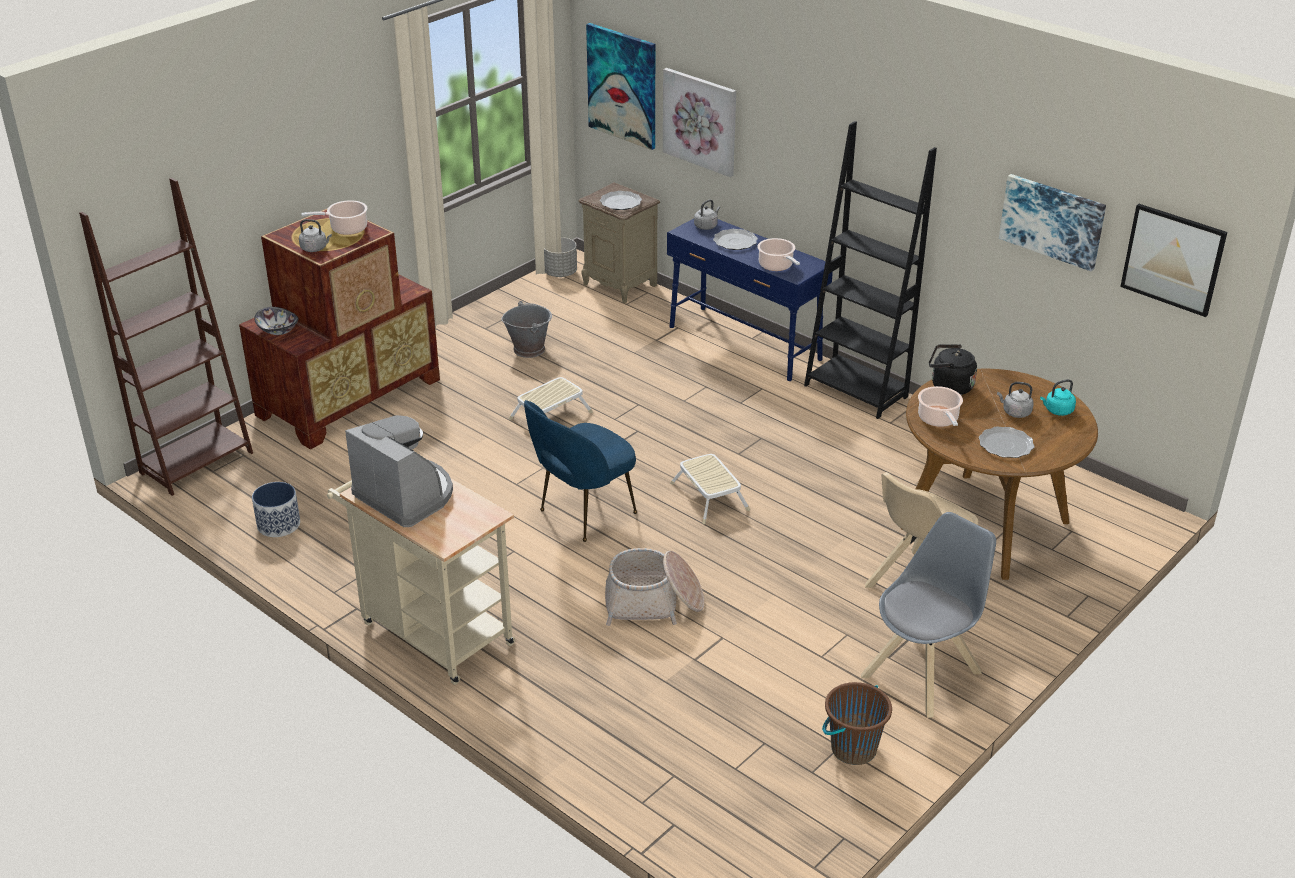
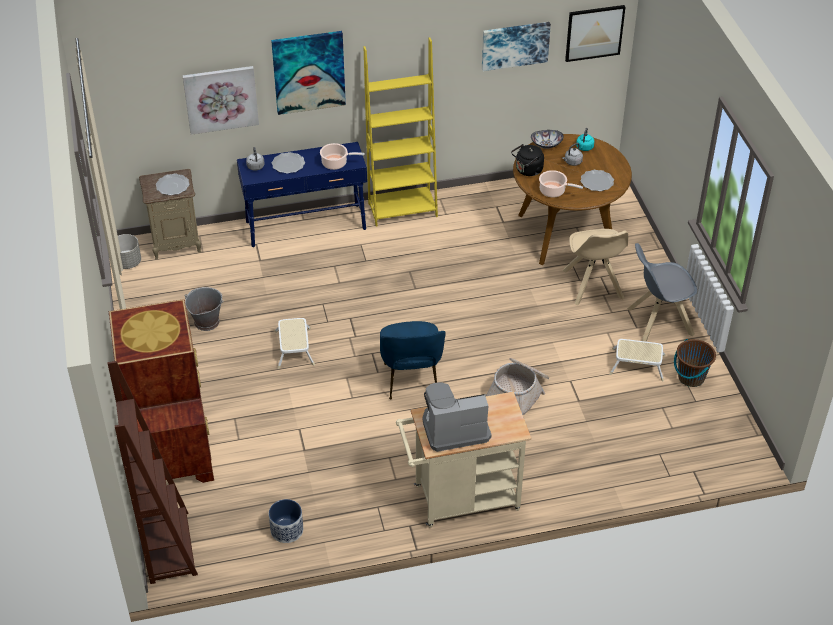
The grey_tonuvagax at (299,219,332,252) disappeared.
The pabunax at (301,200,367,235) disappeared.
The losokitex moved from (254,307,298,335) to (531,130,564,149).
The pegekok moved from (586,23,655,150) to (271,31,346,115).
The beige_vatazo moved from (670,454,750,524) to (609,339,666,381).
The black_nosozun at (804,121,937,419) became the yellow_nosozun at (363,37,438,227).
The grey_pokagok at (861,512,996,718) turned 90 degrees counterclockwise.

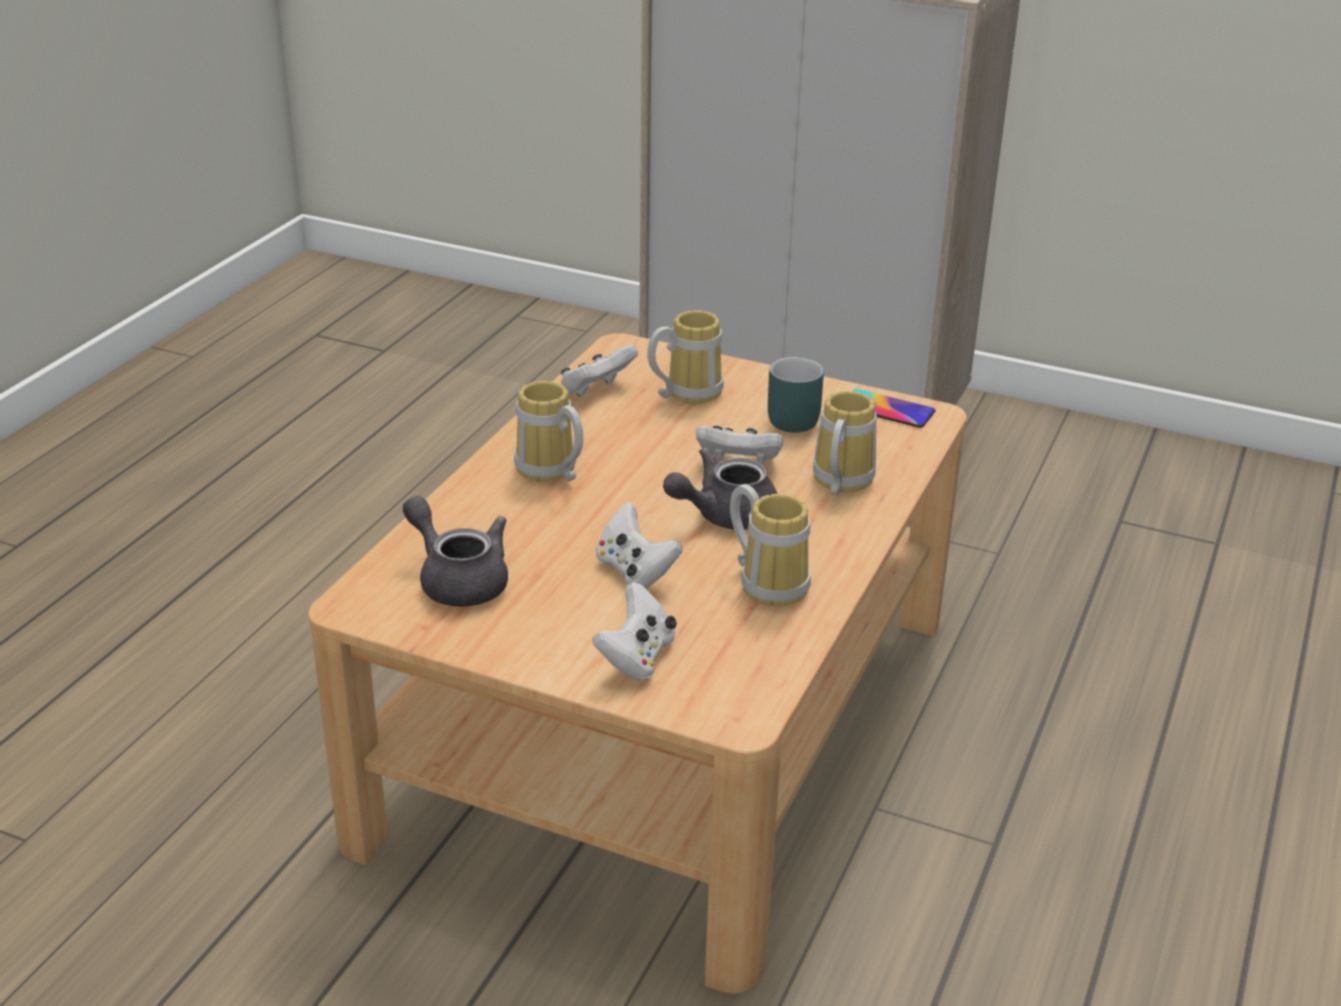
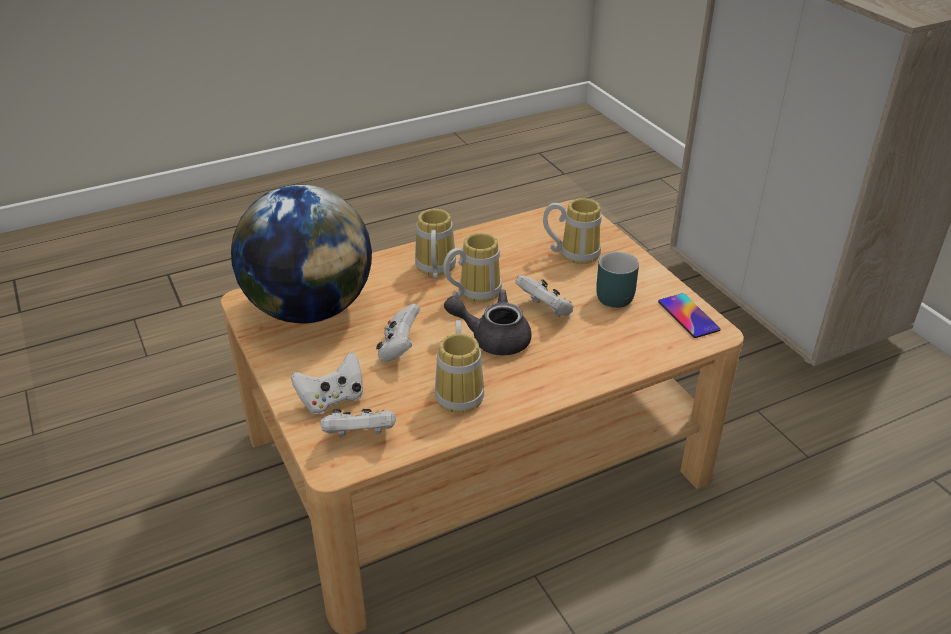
The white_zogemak moved from (561,344,638,396) to (320,409,396,438).
The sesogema moved from (813,391,876,495) to (443,233,502,302).
The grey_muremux at (403,496,508,607) was replaced by the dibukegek at (231,185,372,323).

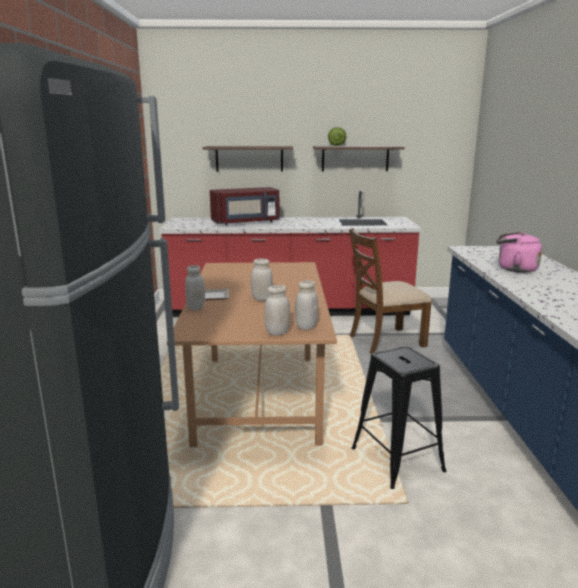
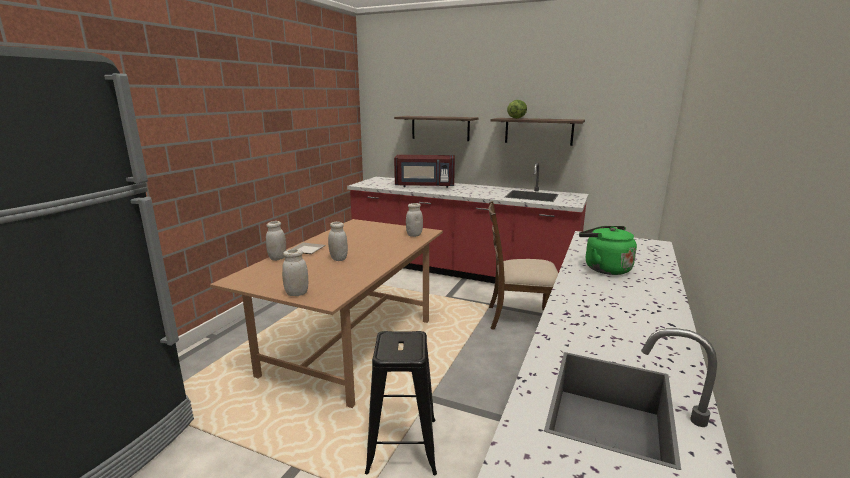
The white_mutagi moved from (295,280,318,330) to (406,203,423,237).
The pink_tonuvagax at (496,232,542,273) became the green_tonuvagax at (579,226,637,275).

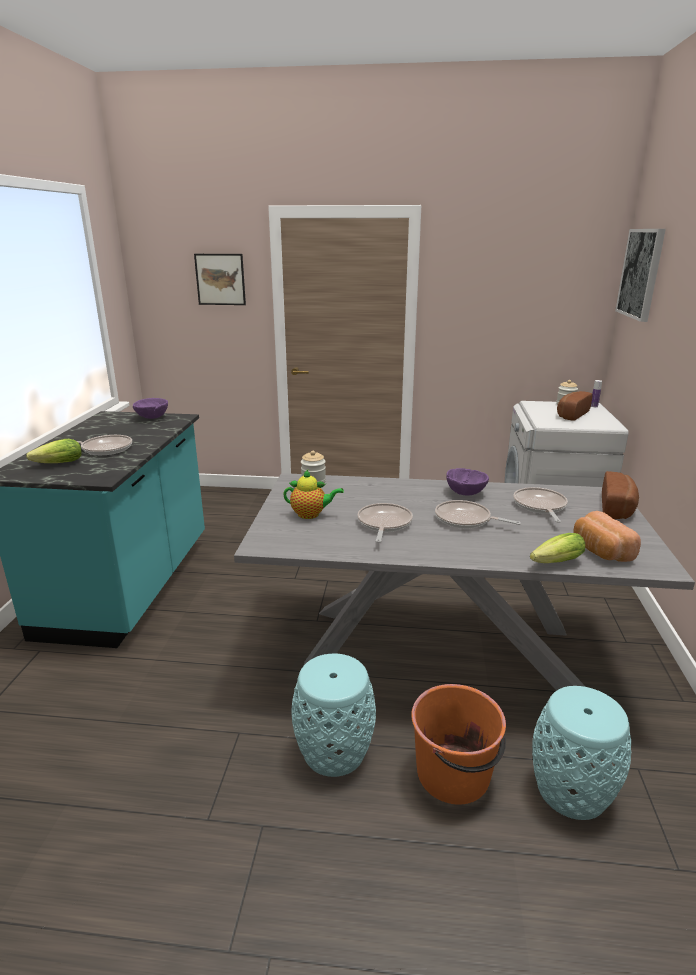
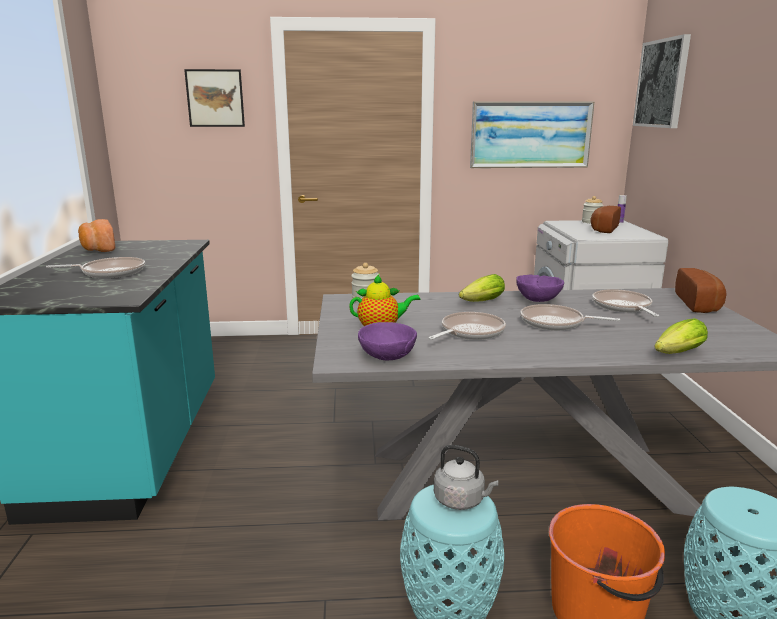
The grey_tonuvagax at (434,445,499,510) appeared.
The pegekok at (470,101,595,168) appeared.
The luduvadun moved from (26,439,82,463) to (459,274,505,302).
The purple_losokitex moved from (133,398,168,419) to (358,322,417,360).
The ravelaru moved from (573,511,641,562) to (78,219,115,252).
The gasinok at (358,503,413,543) turned 45 degrees clockwise.

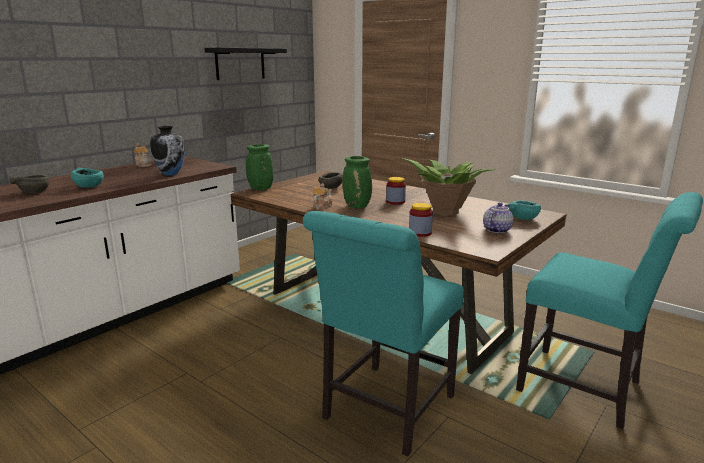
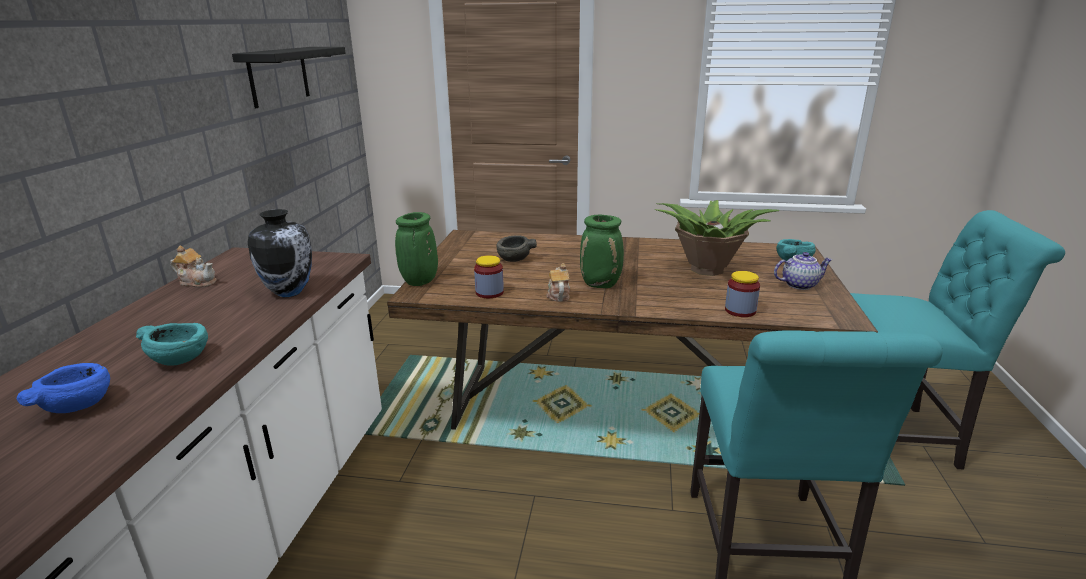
The mutagi moved from (386,177,406,205) to (474,255,504,298).
The grey_losokitex at (9,175,50,193) became the blue_losokitex at (17,363,110,413).
The muremux at (483,202,514,233) turned 75 degrees clockwise.

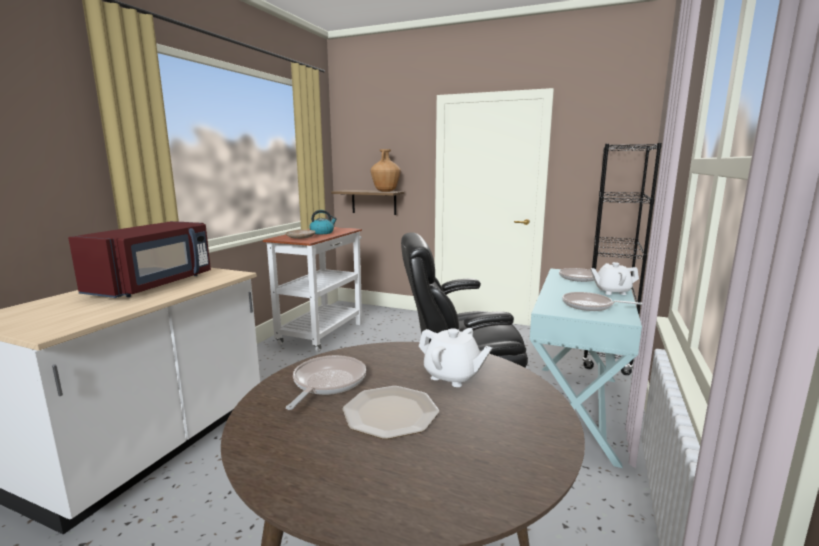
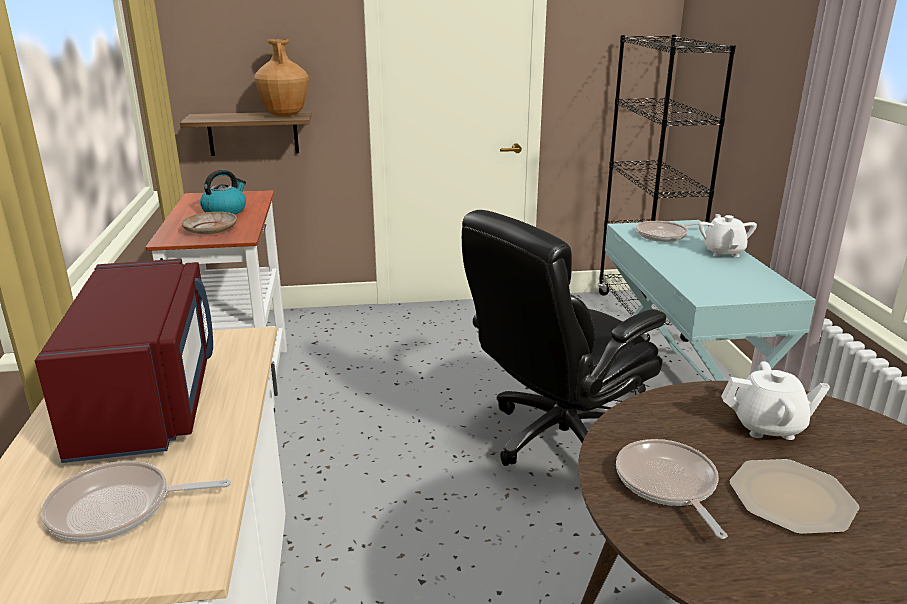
The gasinok moved from (562,292,643,311) to (41,461,231,542).
The white_muremux at (590,262,639,295) turned 120 degrees clockwise.

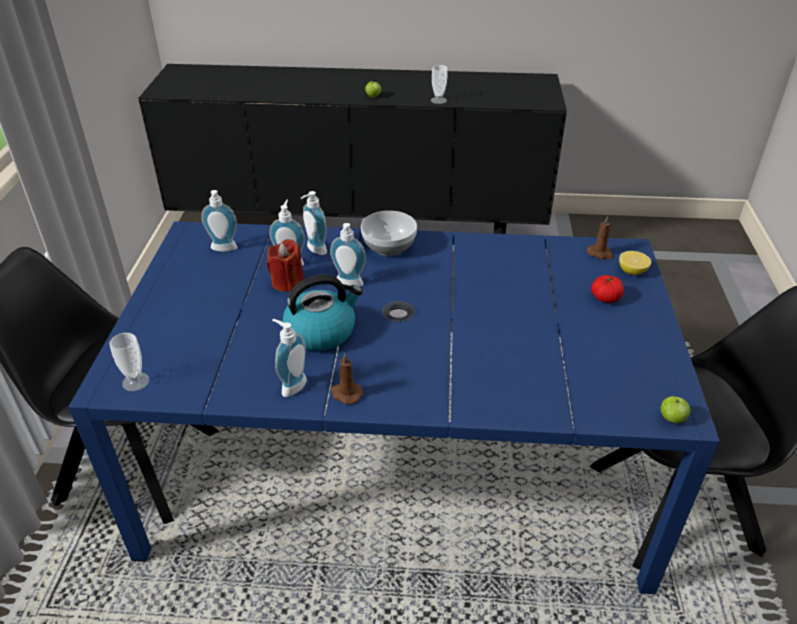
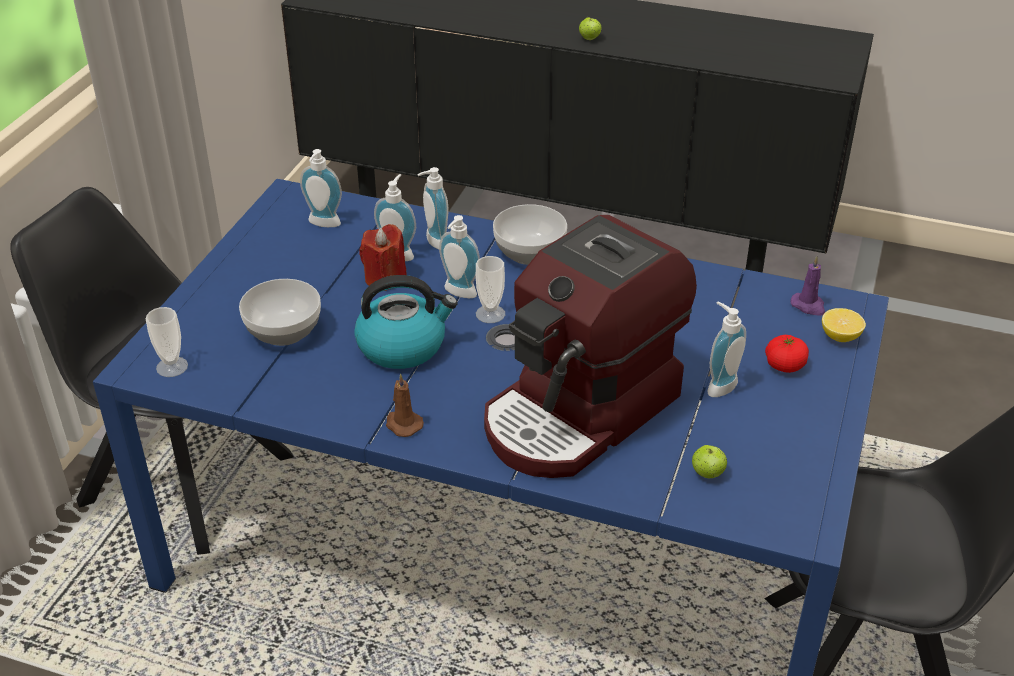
The losokitex at (239,279,321,346) appeared.
The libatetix at (484,215,697,478) appeared.
The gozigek moved from (272,319,307,397) to (707,302,746,397).
The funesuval moved from (431,65,448,104) to (476,256,505,323).
The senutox moved from (661,396,690,423) to (692,445,727,478).
The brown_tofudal at (587,216,614,259) became the purple_tofudal at (790,256,825,316).

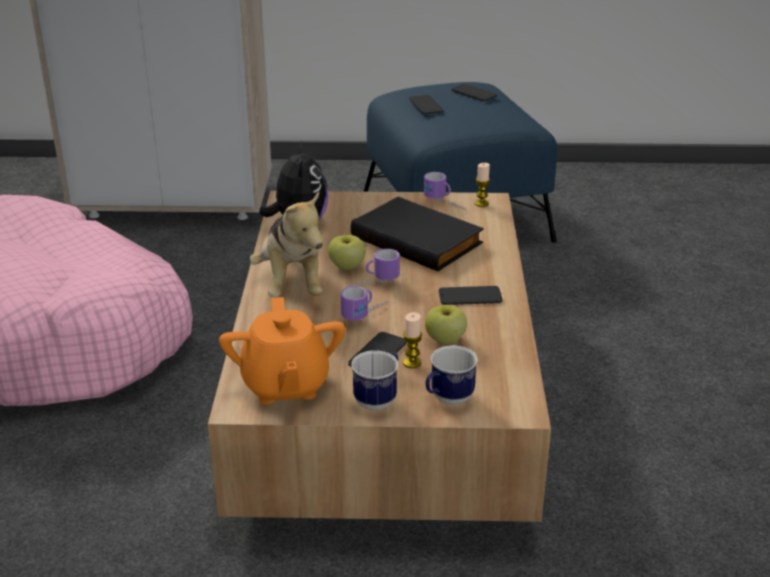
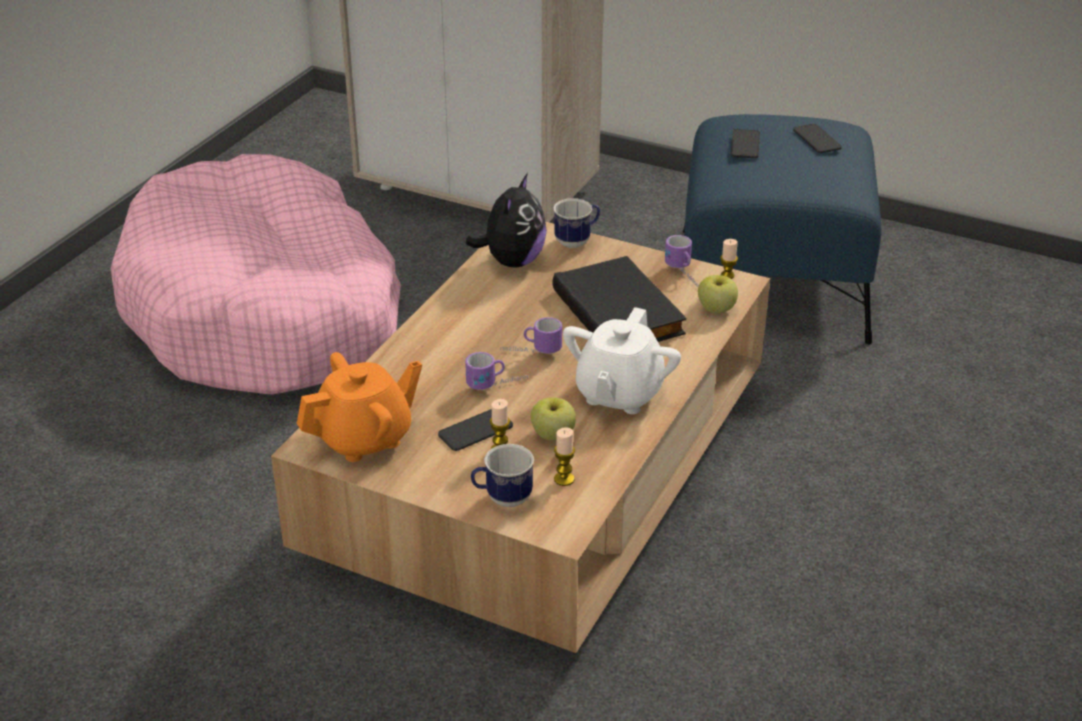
The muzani at (250,191,323,297) disappeared.
The tofudal at (554,427,575,486) appeared.
The senutox moved from (328,235,365,270) to (698,275,738,313).
The sesogema moved from (351,350,398,411) to (553,198,600,248).
The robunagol at (439,286,502,305) was replaced by the white_muremux at (563,307,681,414).
The orange_muremux at (219,297,345,404) turned 135 degrees counterclockwise.

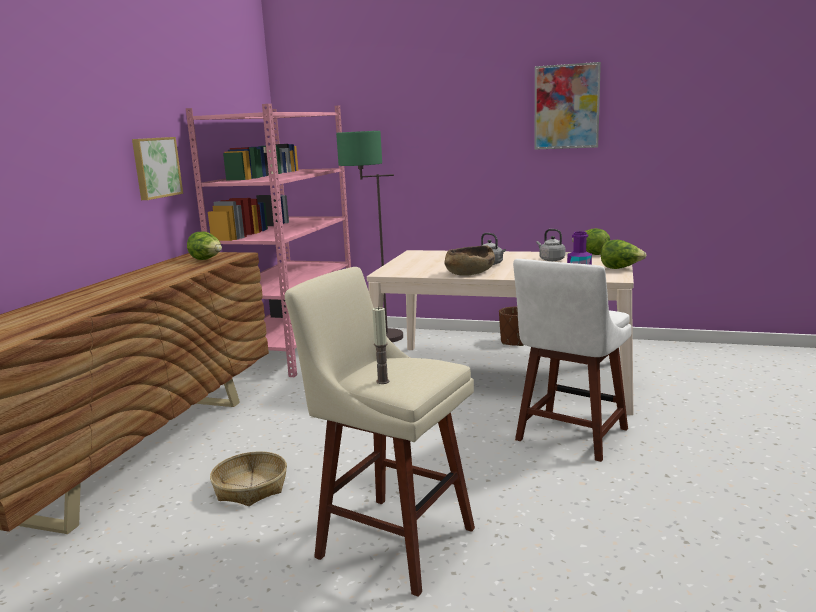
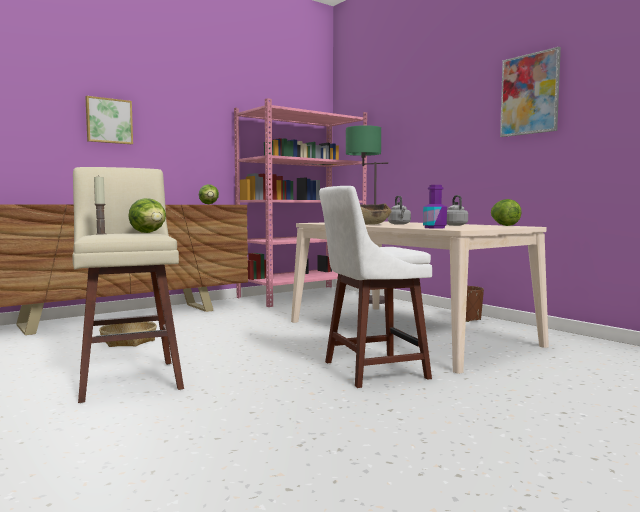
The pegekok moved from (132,137,183,200) to (85,96,133,144).
The luduvadun moved from (601,240,647,269) to (128,198,166,233).

